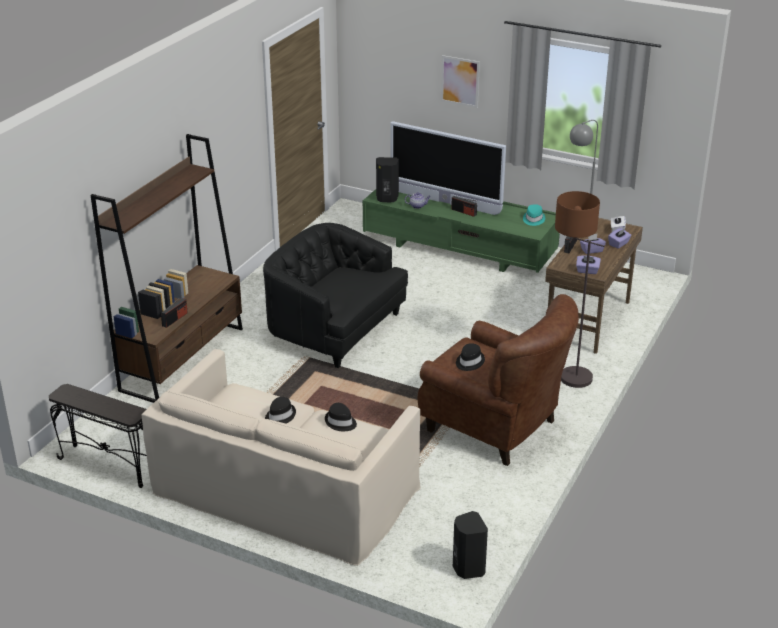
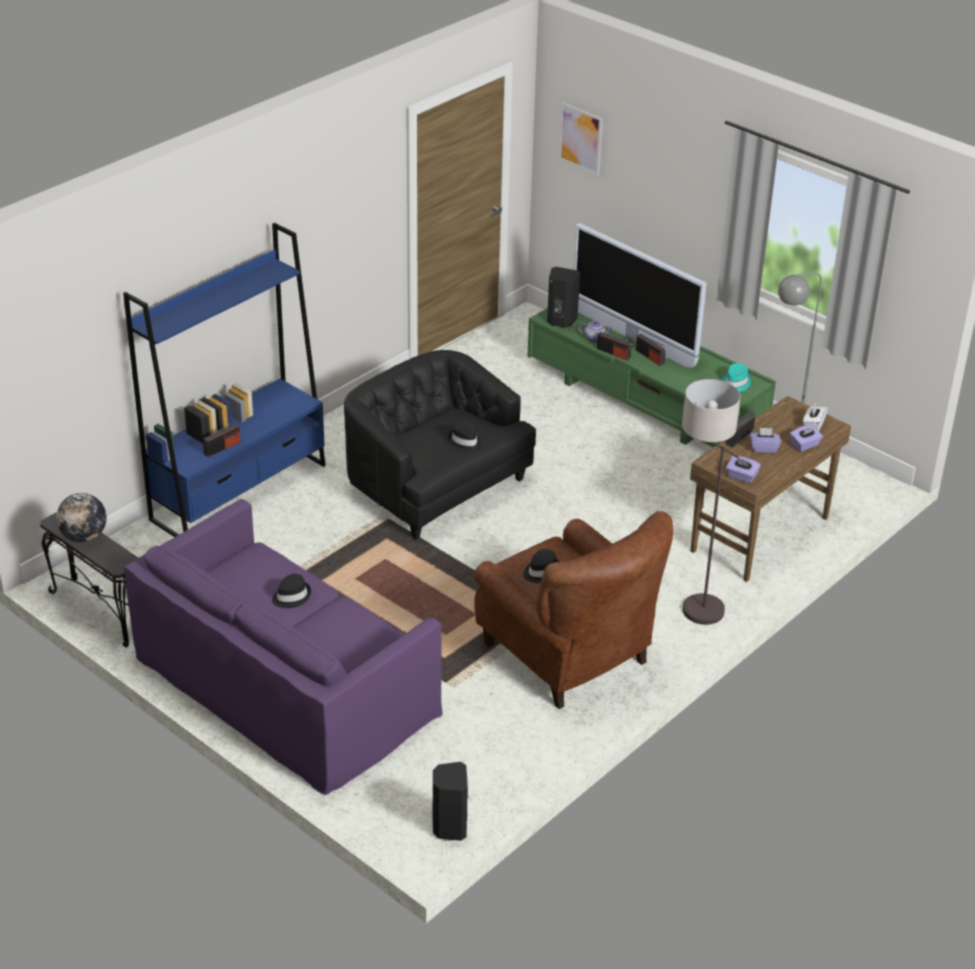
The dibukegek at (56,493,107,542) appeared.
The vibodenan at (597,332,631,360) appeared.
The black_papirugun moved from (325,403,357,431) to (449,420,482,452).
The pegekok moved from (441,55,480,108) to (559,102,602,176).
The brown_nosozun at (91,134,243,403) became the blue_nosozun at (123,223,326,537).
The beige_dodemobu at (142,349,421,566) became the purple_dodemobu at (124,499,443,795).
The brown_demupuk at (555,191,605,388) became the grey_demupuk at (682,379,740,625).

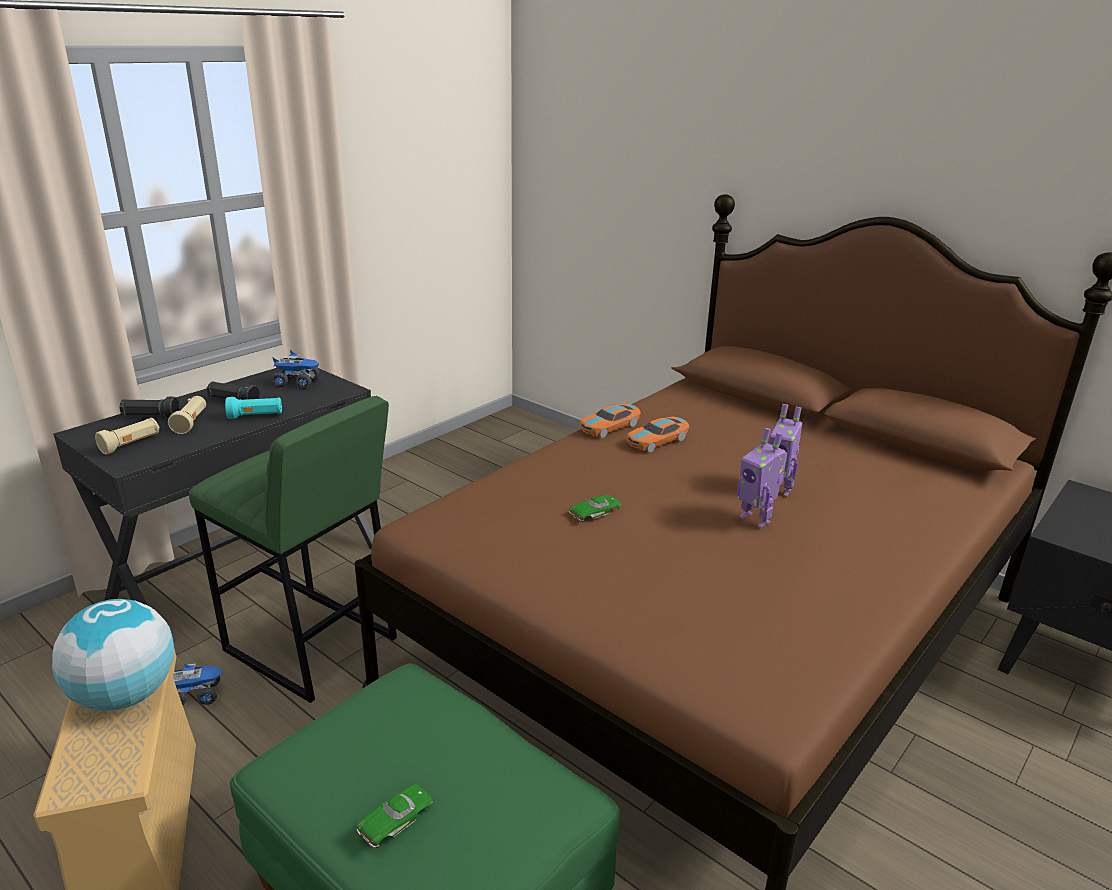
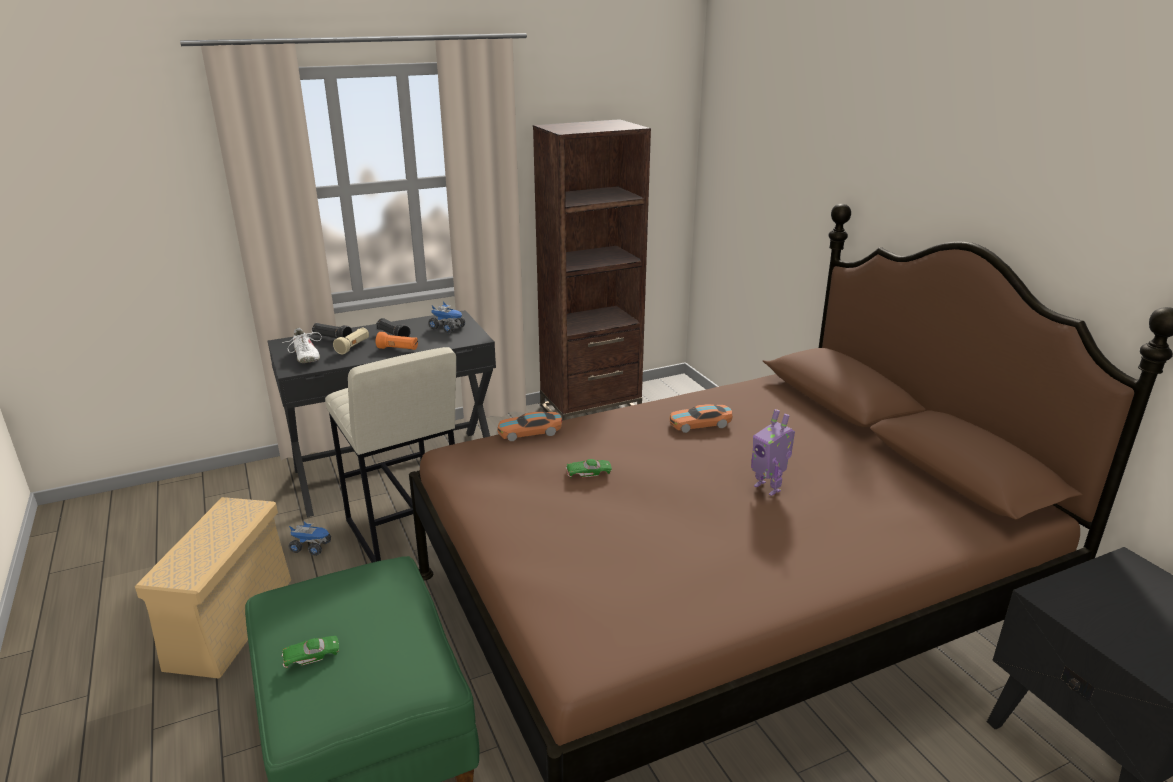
The dibukegek at (52,599,174,711) disappeared.
The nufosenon at (737,428,787,528) disappeared.
The brown_nosozun at (533,119,651,421) appeared.
The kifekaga moved from (580,403,641,438) to (497,412,562,441).
The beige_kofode at (95,418,160,455) was replaced by the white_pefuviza at (282,328,322,363).
The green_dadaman at (189,396,397,703) became the beige_dadaman at (325,347,456,563).
The turquoise_kofode at (225,397,282,419) became the orange_kofode at (376,332,418,350).

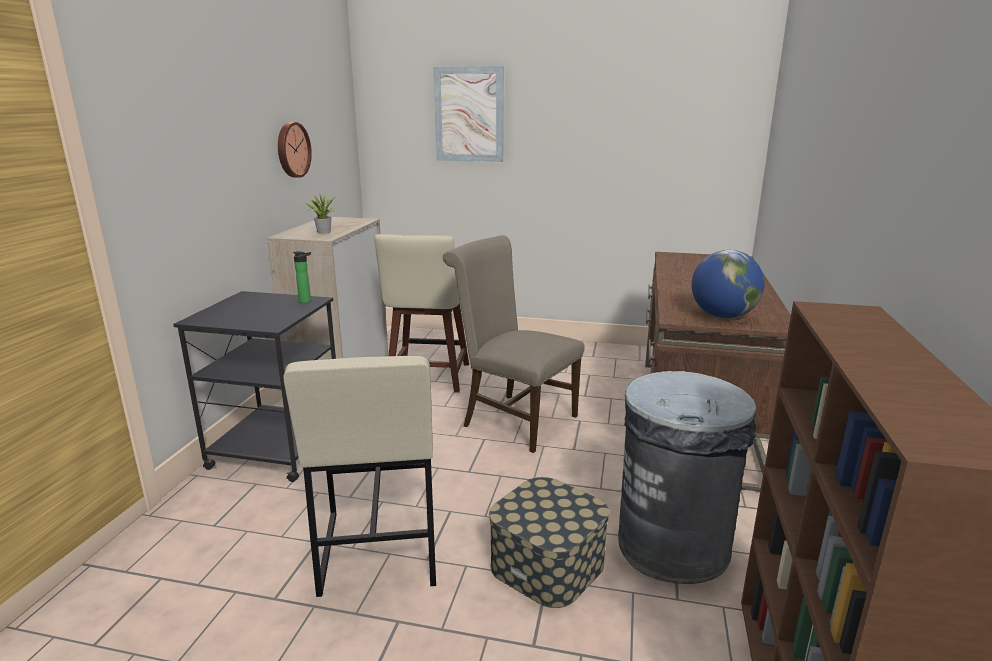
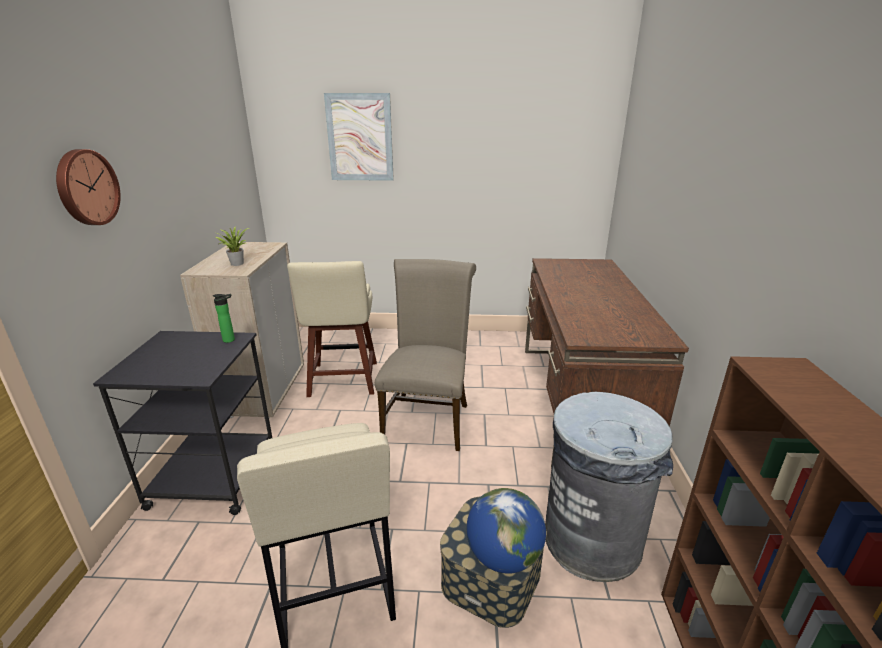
The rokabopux moved from (278,122,312,178) to (56,149,121,225).
The dibukegek moved from (692,250,764,318) to (467,488,546,574).
The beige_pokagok at (443,235,585,453) turned 75 degrees clockwise.

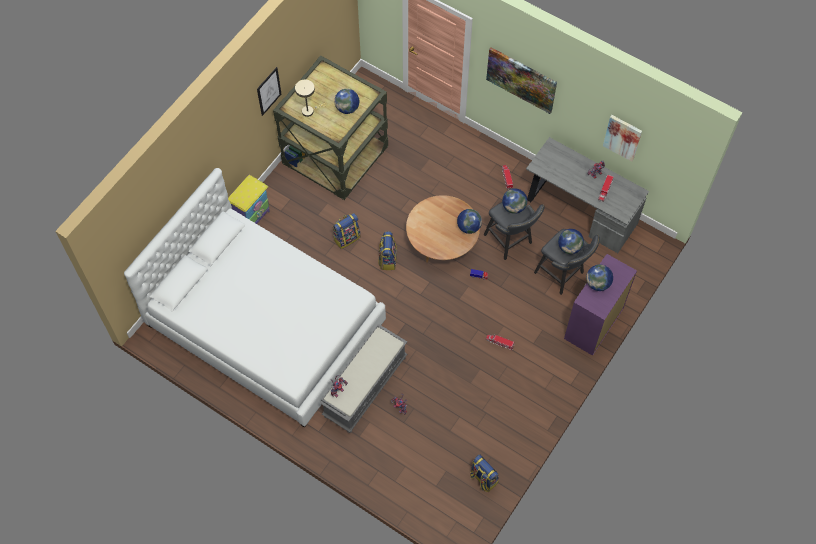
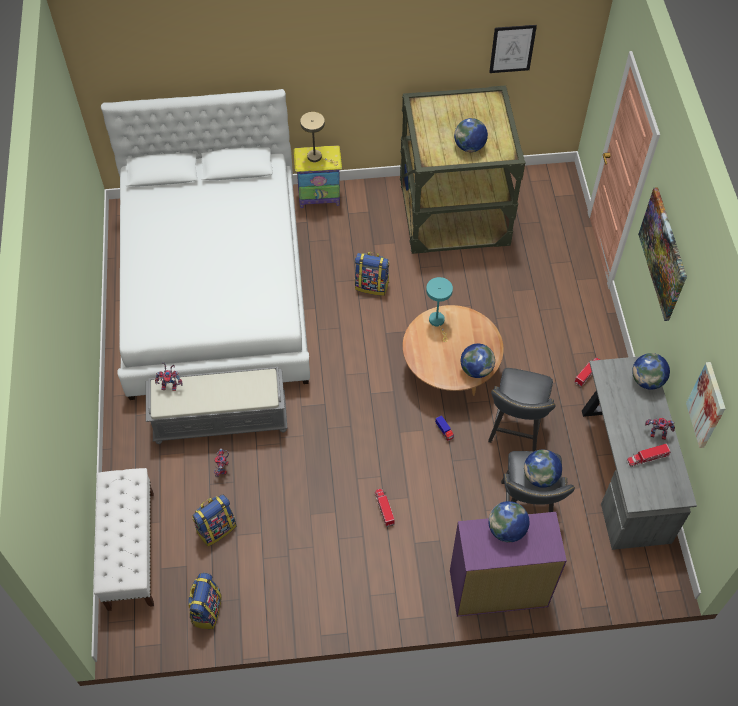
The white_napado at (94,468,154,611) appeared.
The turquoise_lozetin at (426,277,453,342) appeared.
The pegekok moved from (257,67,281,116) to (489,25,537,73).
The beige_lozetin moved from (295,79,327,117) to (300,112,338,166).
The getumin moved from (378,231,397,270) to (192,494,236,546).
The dibukegek moved from (502,188,527,214) to (632,353,670,390).

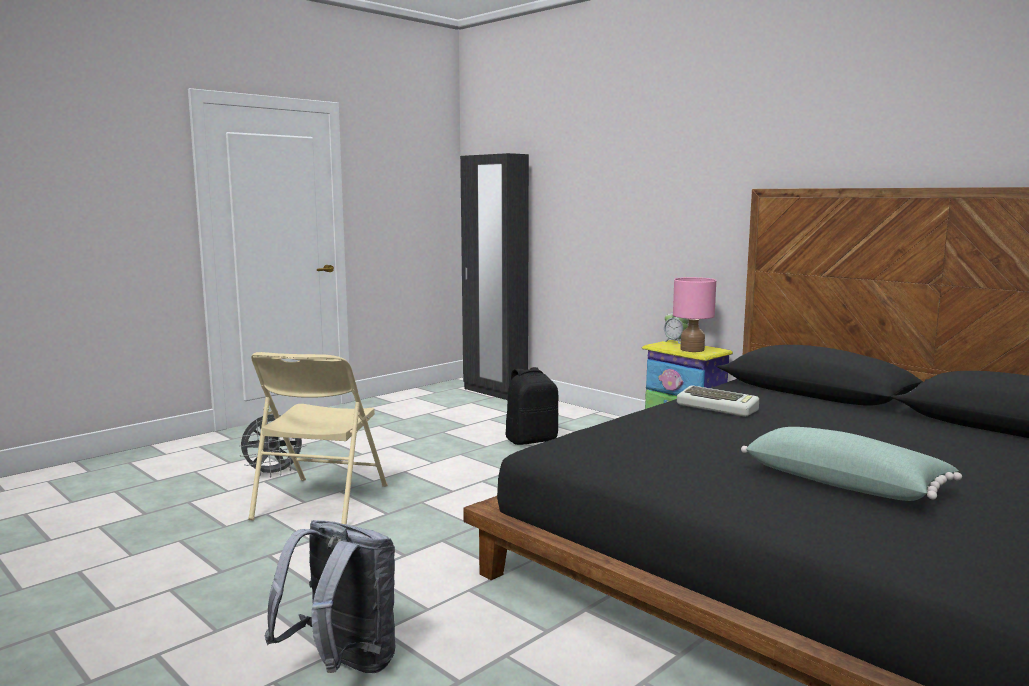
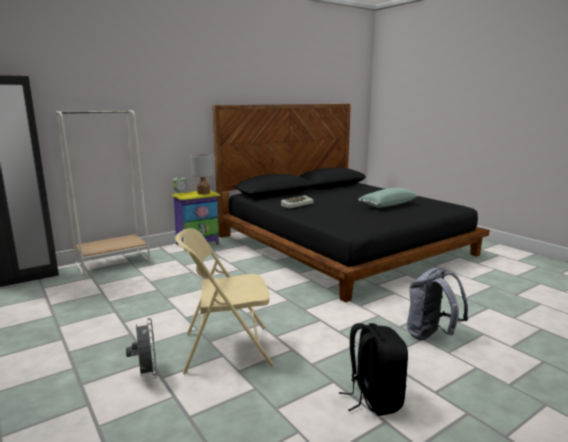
The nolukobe at (56,110,150,275) appeared.
The black_getumin moved from (505,367,558,445) to (339,323,408,416).
The pink_lozetin at (673,277,716,352) became the grey_lozetin at (190,154,214,195).
The beige_pokagok at (248,352,388,524) turned 150 degrees clockwise.

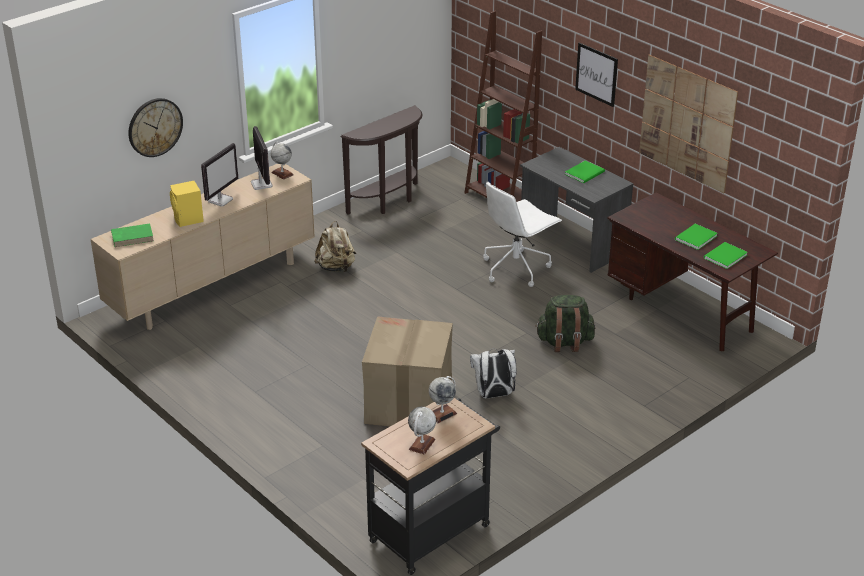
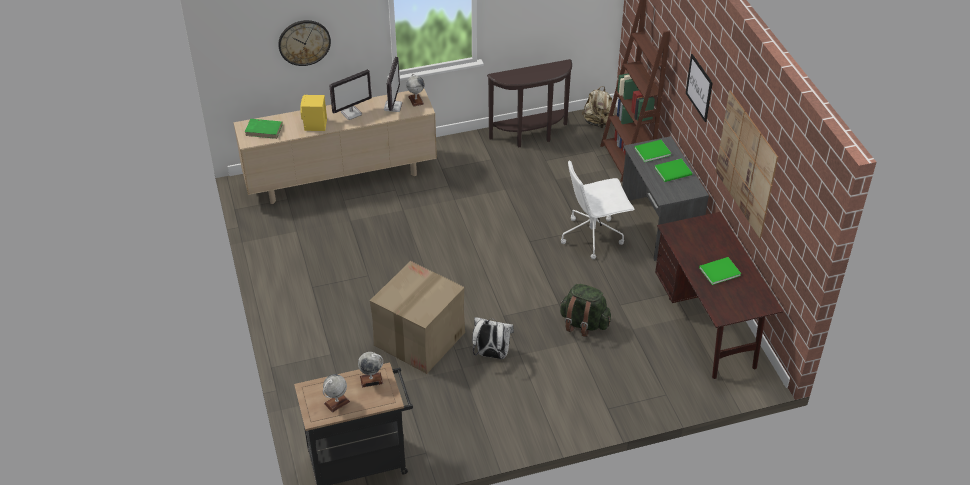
The beige_getumin moved from (314,221,356,272) to (582,86,614,128).
The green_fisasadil moved from (703,242,748,269) to (634,140,671,162).

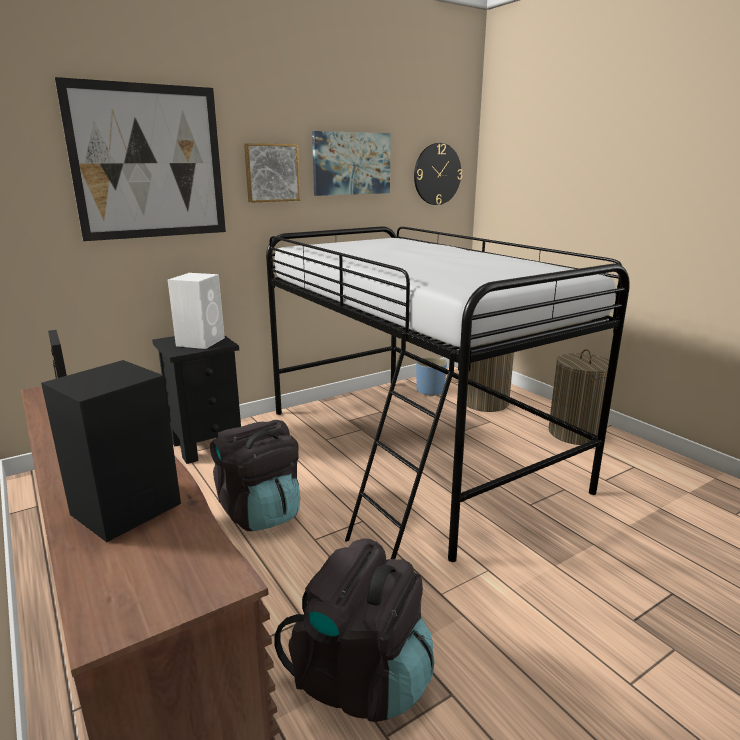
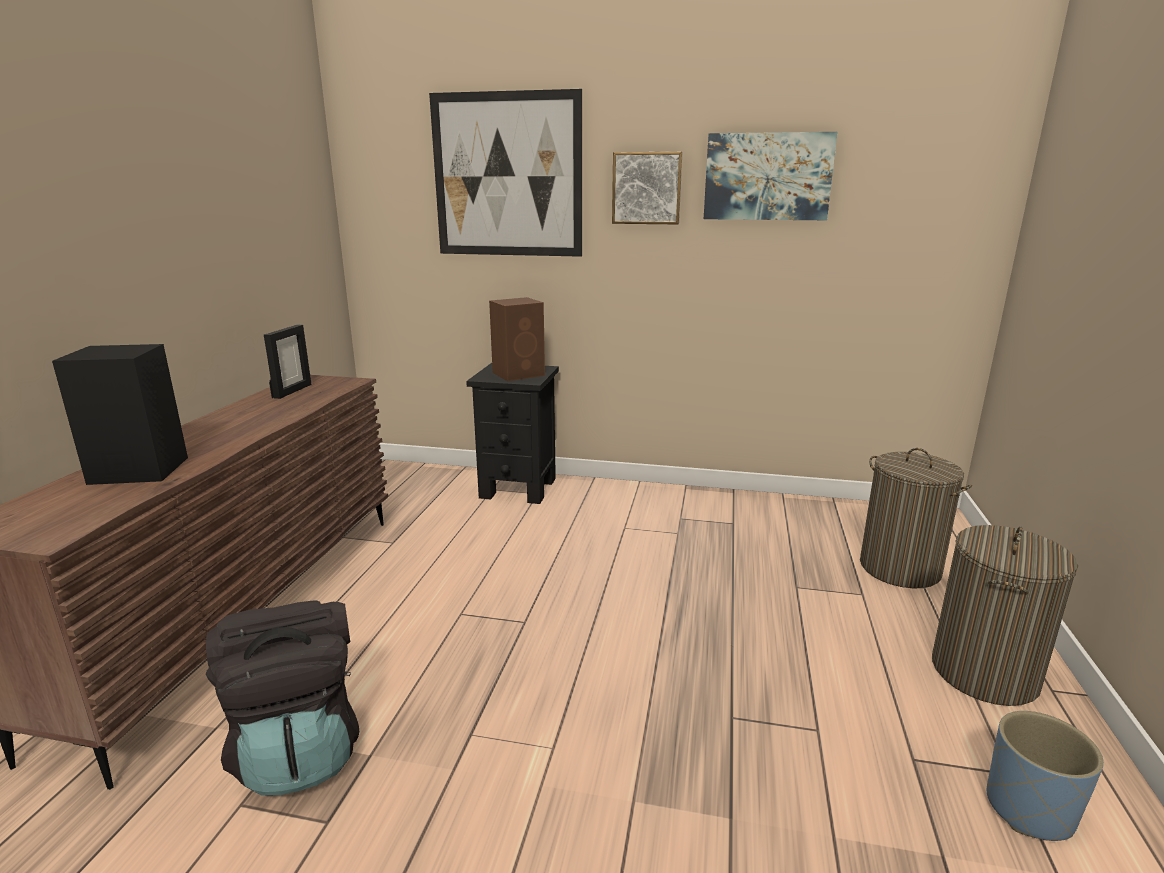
The black_getumin at (210,420,300,531) disappeared.
The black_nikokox at (266,226,630,562) disappeared.
The rokabopux at (414,143,462,205) disappeared.
The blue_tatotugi moved from (416,357,447,396) to (987,711,1104,841).
The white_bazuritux at (168,273,225,349) became the brown_bazuritux at (489,297,545,381).

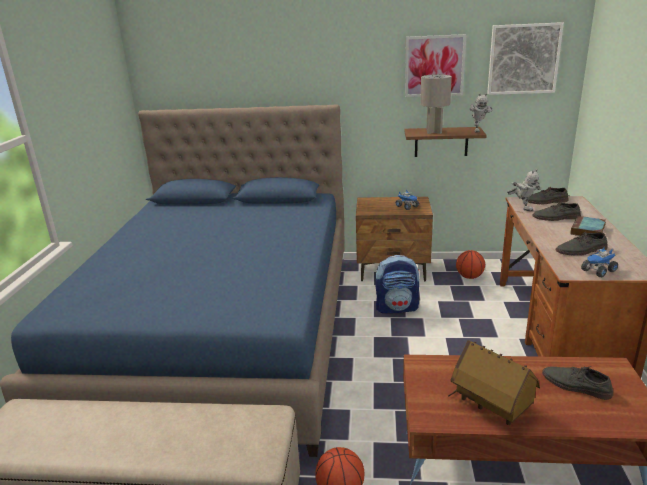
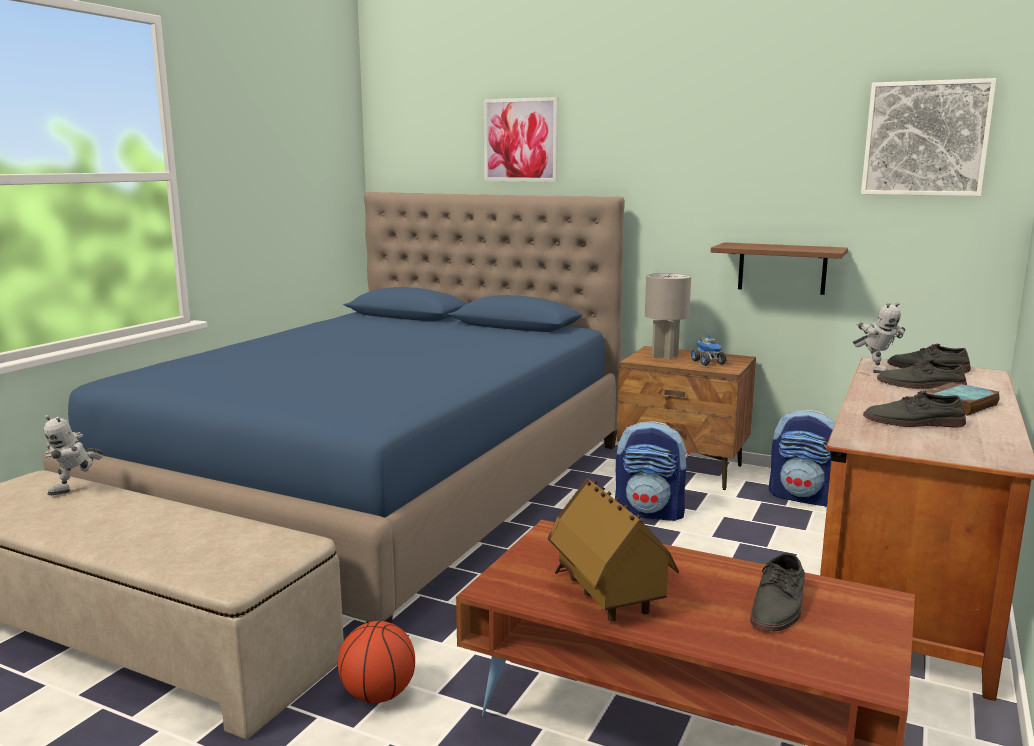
The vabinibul at (581,246,618,277) disappeared.
The pegekok moved from (405,34,466,97) to (484,97,559,182).
The grey_lozetin moved from (420,74,452,134) to (645,273,691,360).
The nufosenon moved from (469,93,493,132) to (43,415,104,495).
The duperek at (456,250,485,279) was replaced by the getumin at (769,410,836,507).
The grey_pefuviza at (542,366,613,400) turned 120 degrees counterclockwise.

